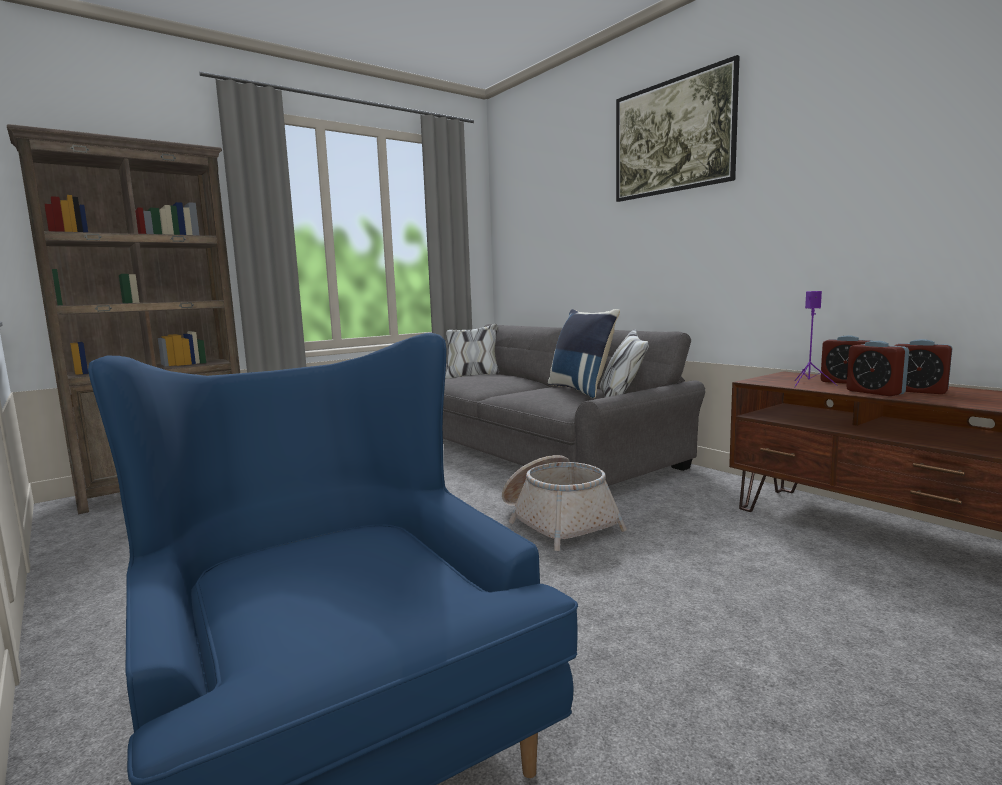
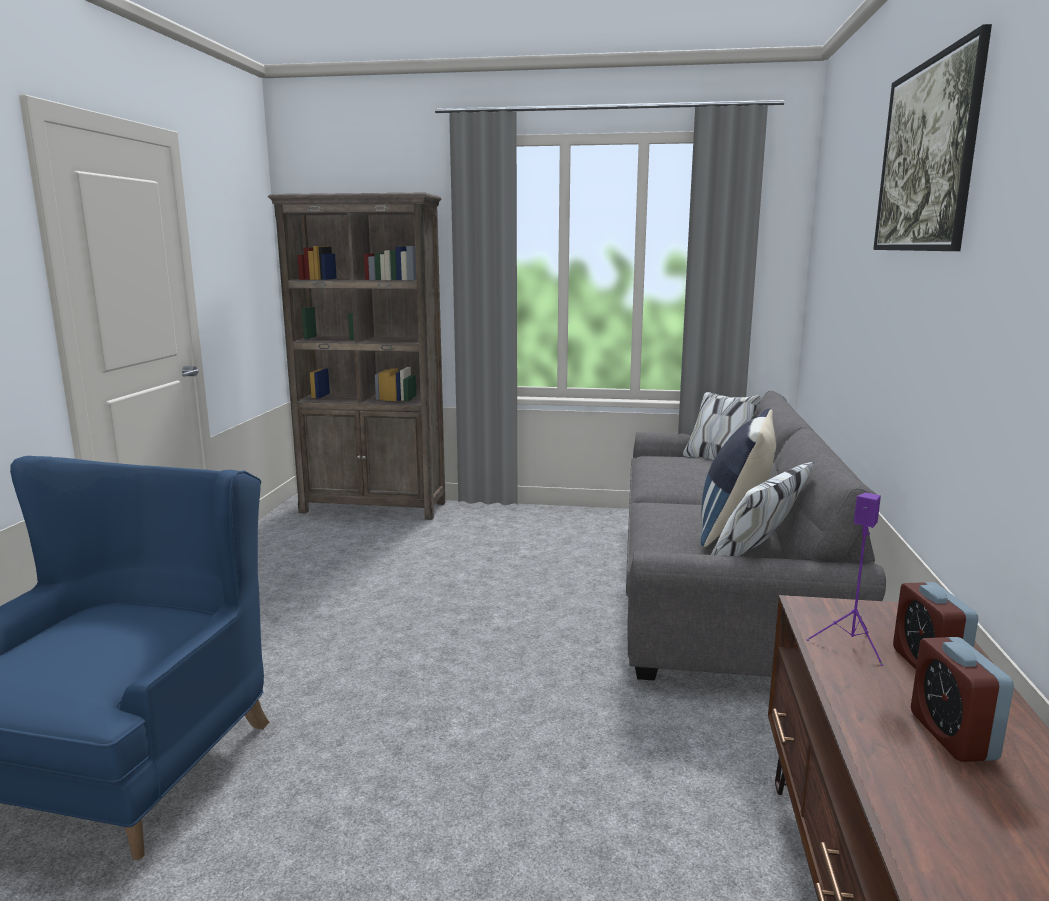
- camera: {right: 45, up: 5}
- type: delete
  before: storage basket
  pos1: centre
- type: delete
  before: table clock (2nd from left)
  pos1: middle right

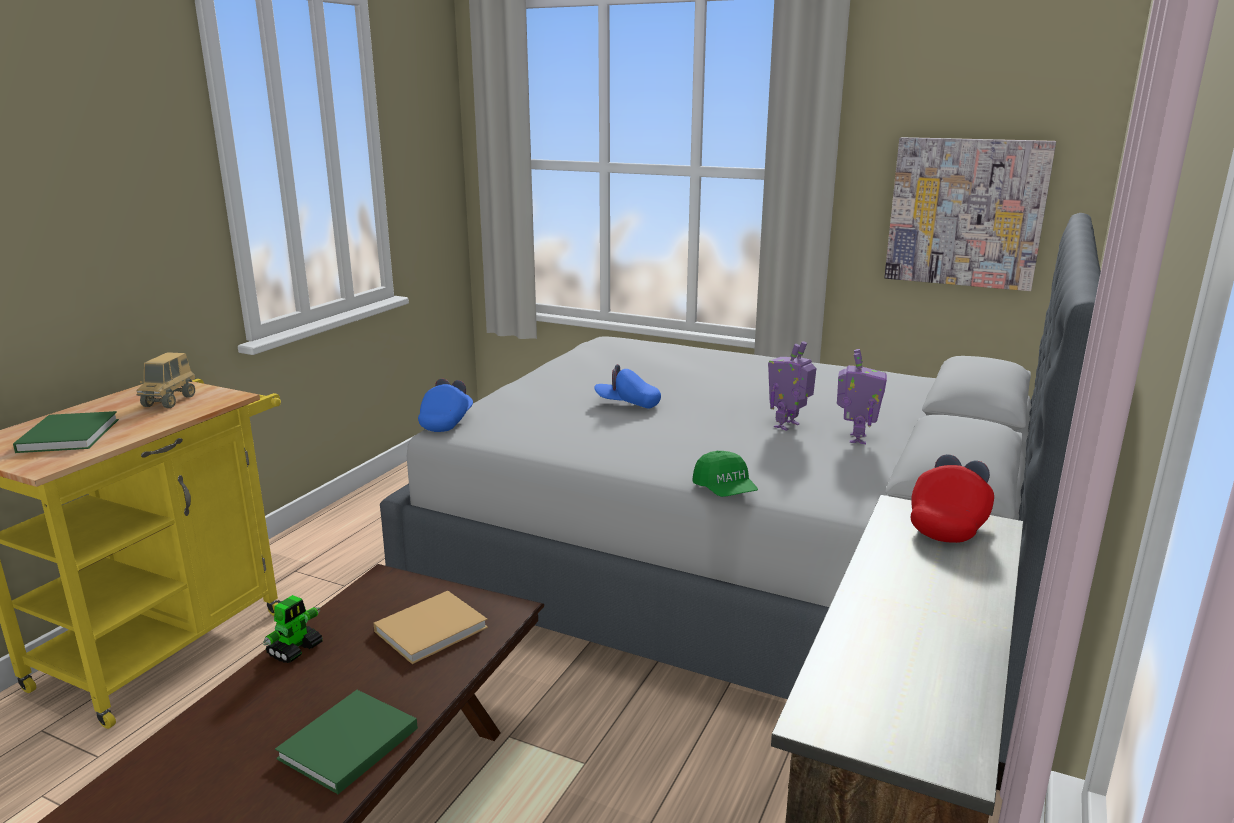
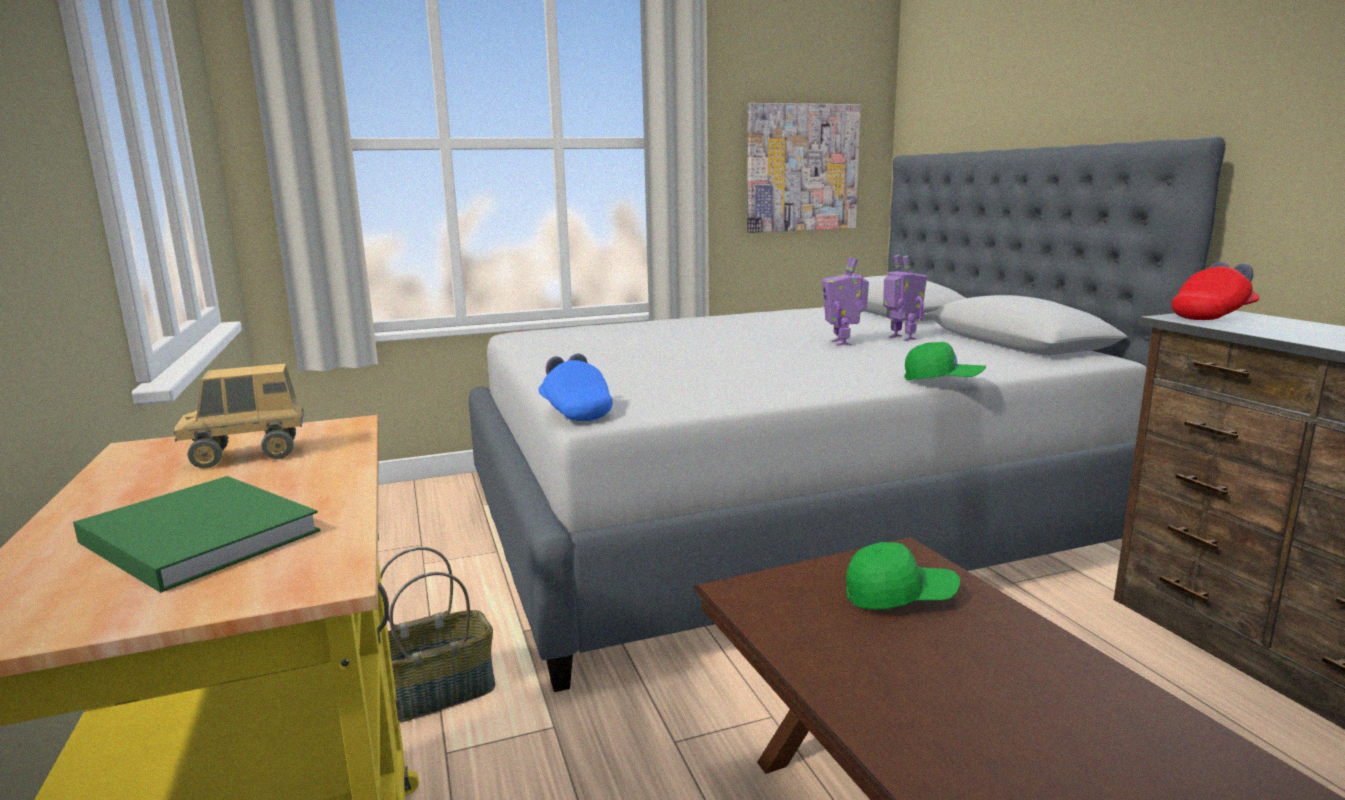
- camera: {right: -45, up: -5}
- type: rotate
  before: model truck
  pos1: middle left
  pos2: middle left
  turn: 105
- type: delete
  before: model robot (1st from left)
  pos1: bottom left
- type: delete
  before: volume (greenish) (2nd from left)
  pos1: bottom left
- type: replace
  before: volume (beige-coloured)
  after: peaked cap (greenish) (1st from left)
  pos1: bottom centre
  pos2: bottom right
- type: delete
  before: peaked cap (blue) (2nd from left)
  pos1: centre
- type: rotate
  before: peaked cap (red-coloured)
  pos1: middle right
  pos2: middle right
  turn: 75
- type: insert
  after: storage basket
  pos2: bottom left

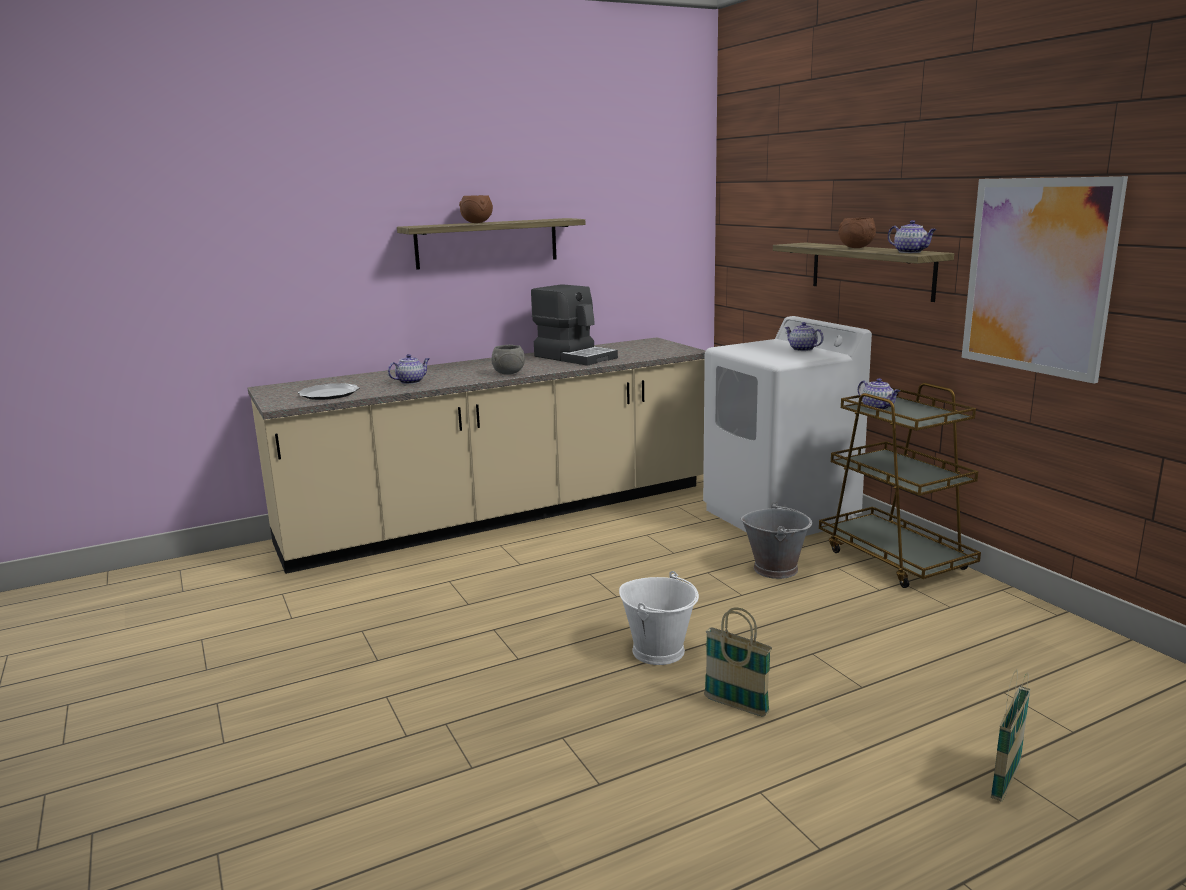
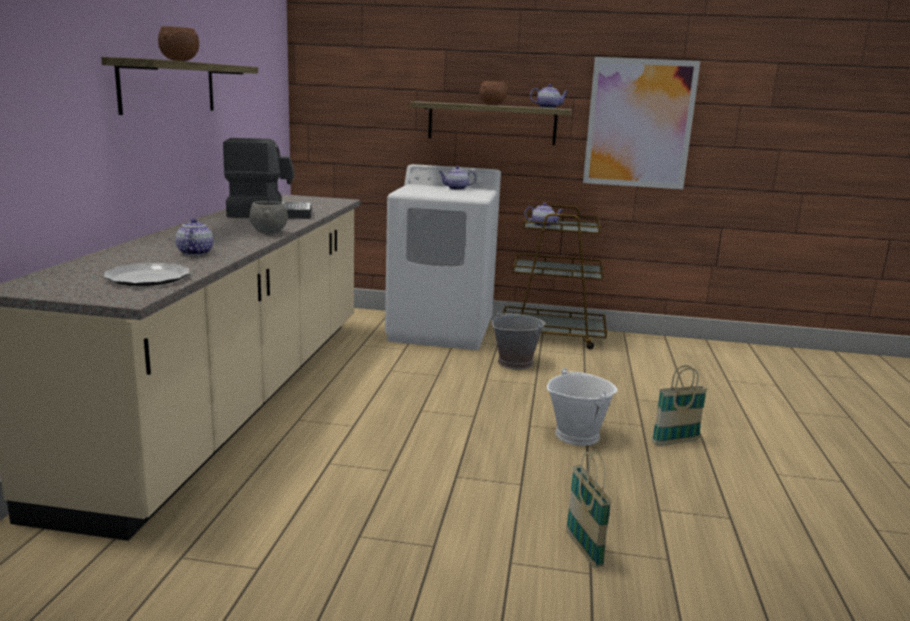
- camera: {right: -55, up: 0}
- type: move
  before: storage basket (2nd from left in the first image)
  after: storage basket (1st from left)
  pos1: bottom right
  pos2: bottom centre

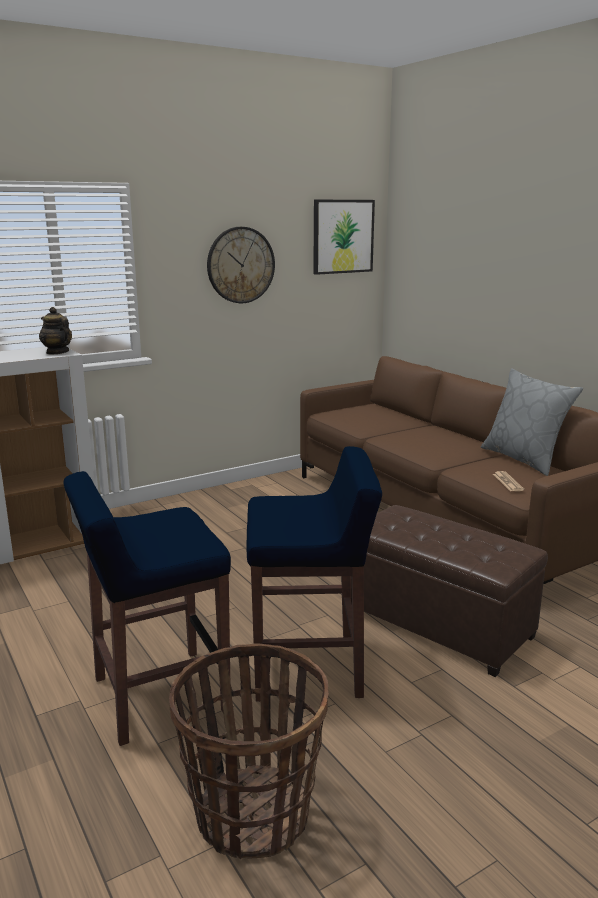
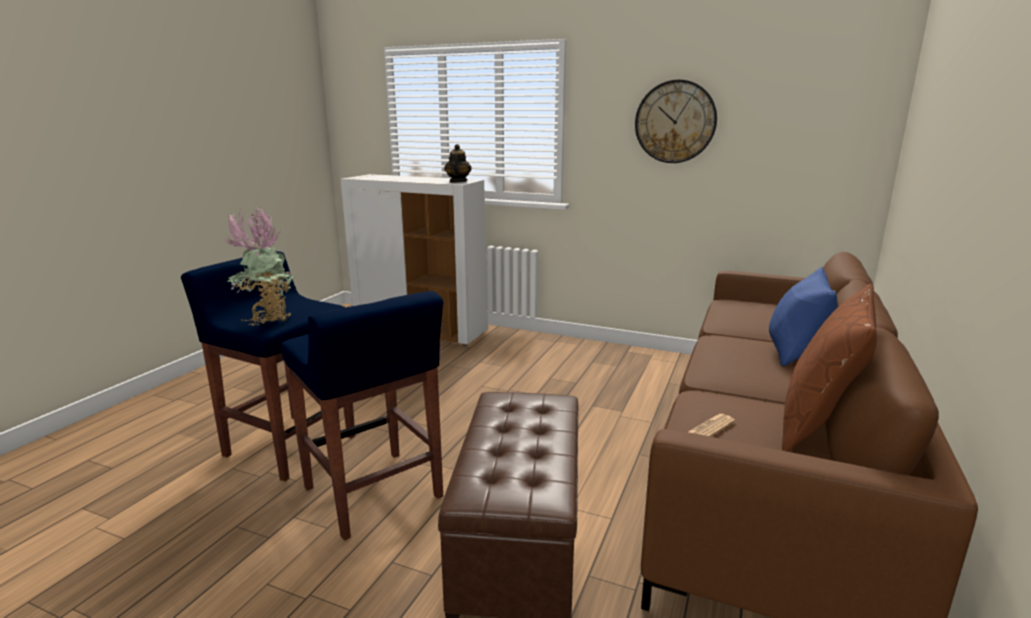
- camera: {right: 55, up: 0}
- type: delete
  before: storage basket
  pos1: bottom centre
- type: delete
  before: wall picture
  pos1: top centre
- type: recolor
  before: cushion (grey)
  after: cushion (brownish)
  pos1: middle right
  pos2: middle right
- type: insert
  after: plant in a pot
  pos2: middle left
- type: insert
  after: cushion (blue)
  pos2: middle right

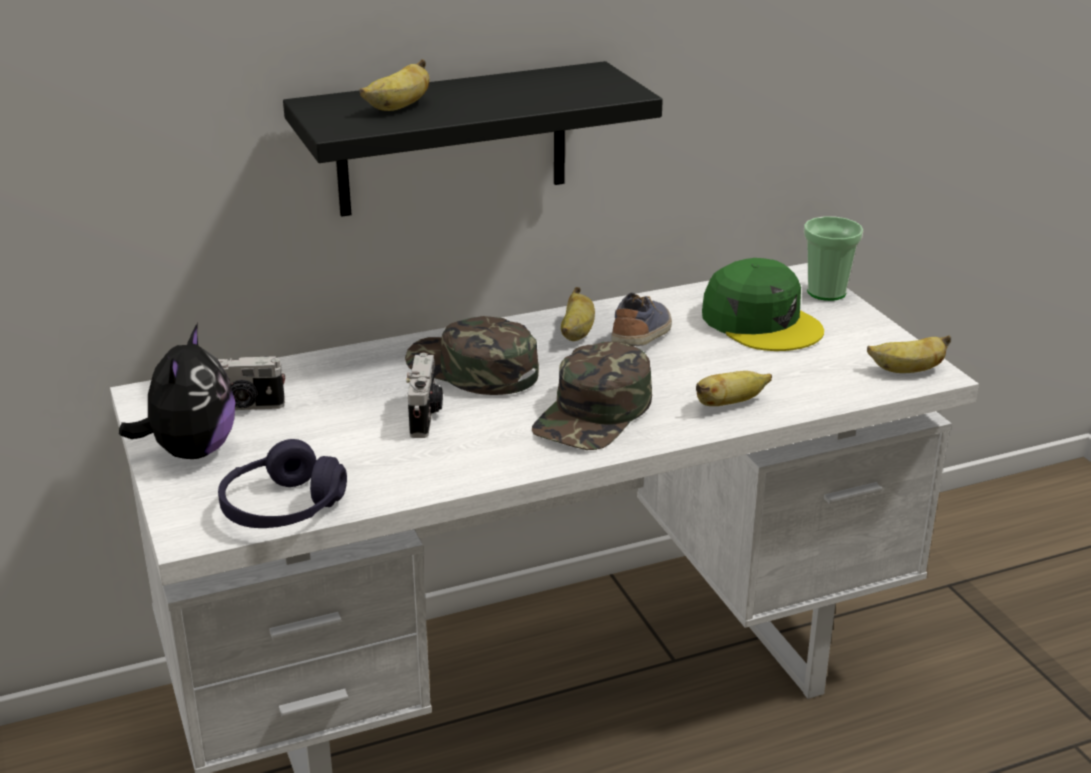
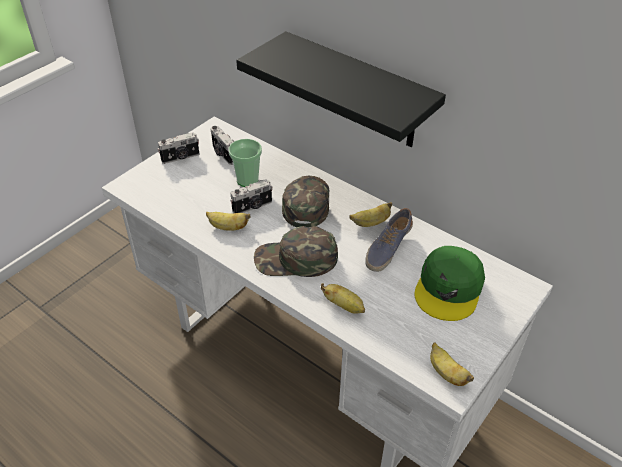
- camera: {right: 60, up: 15}
- type: replace
  before: cuddly toy
  after: photo camera (1st from left)
  pos1: middle left
  pos2: top left
- type: delete
  before: pair of headphones (purple)
  pos1: middle left
- type: move
  before: banana (1st from left)
  pos1: top centre
  pos2: centre
- type: rotate
  before: shoe
  pos1: centre
  pos2: centre
  turn: 135
- type: move
  before: drinking cup
  pos1: middle right
  pos2: centre

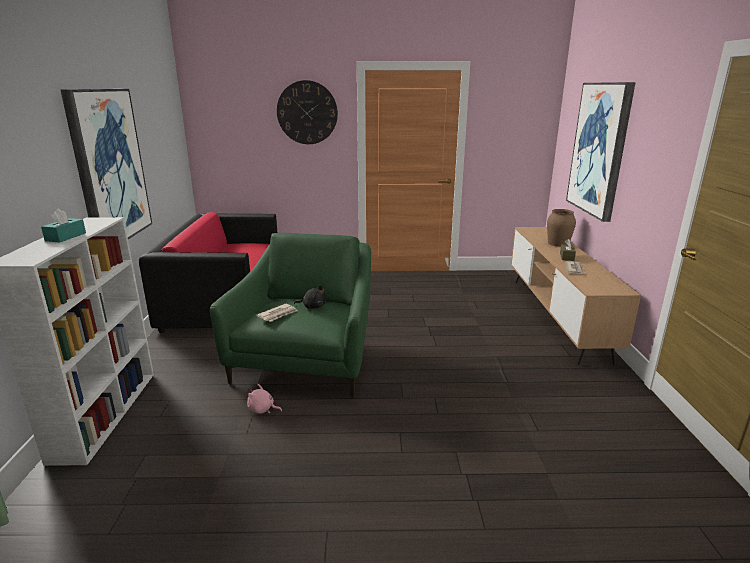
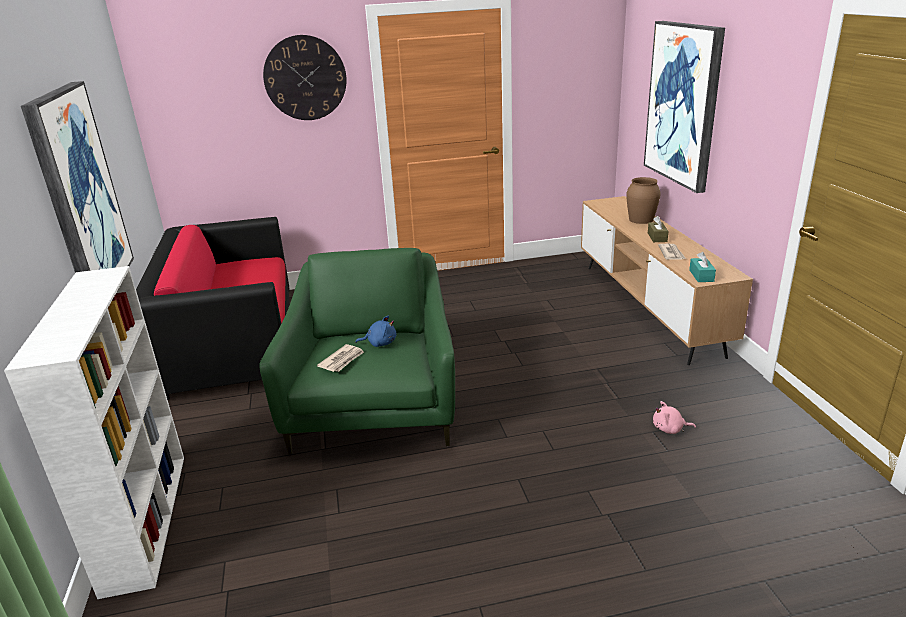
- camera: {right: -10, up: 5}
- type: move
  before: tissue holder (blue-green)
  pos1: middle left
  pos2: middle right
- type: move
  before: cuddly toy (pinkish)
  pos1: bottom centre
  pos2: bottom right
- type: recolor
  before: cuddly toy (black)
  after: cuddly toy (blue)
  pos1: centre
  pos2: centre

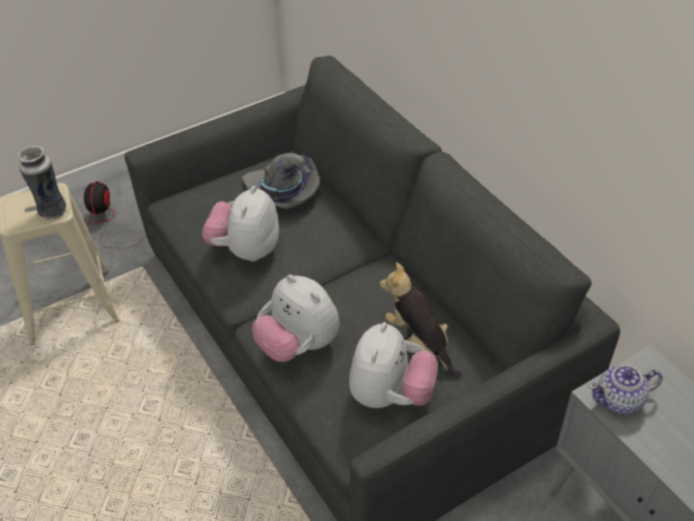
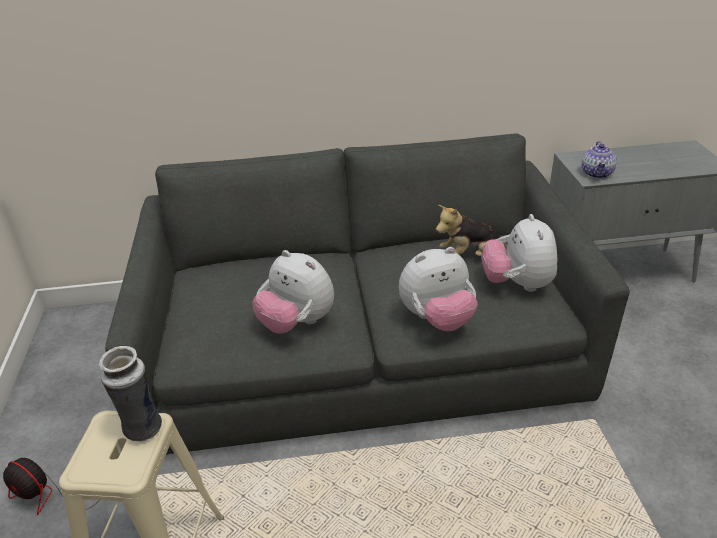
- camera: {right: -65, up: -10}
- type: delete
  before: hat (grey)
  pos1: centre
- type: rotate
  before: cuddly toy (3rd from left in the first image)
  pos1: bottom centre
  pos2: middle right
  turn: -135

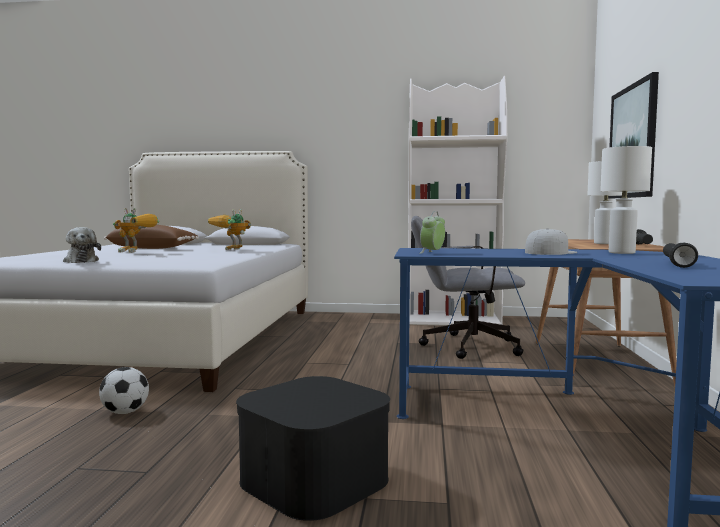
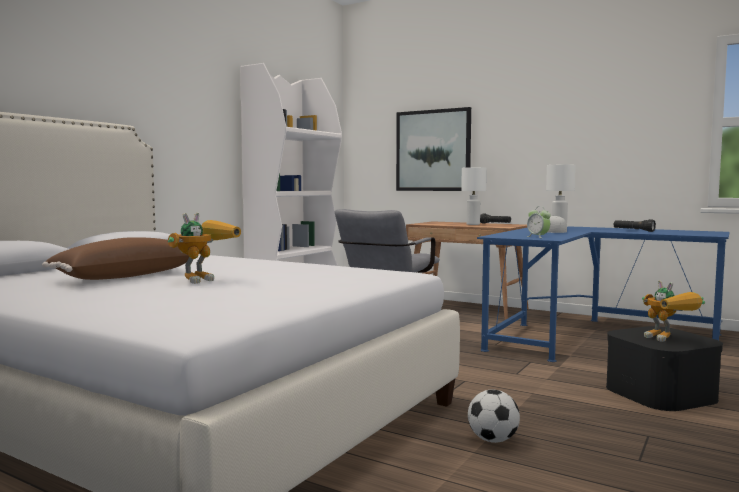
- camera: {right: -65, up: 0}
- type: delete
  before: cuddly toy
  pos1: middle left
- type: move
  before: model robot (2nd from left)
  pos1: middle left
  pos2: middle right

